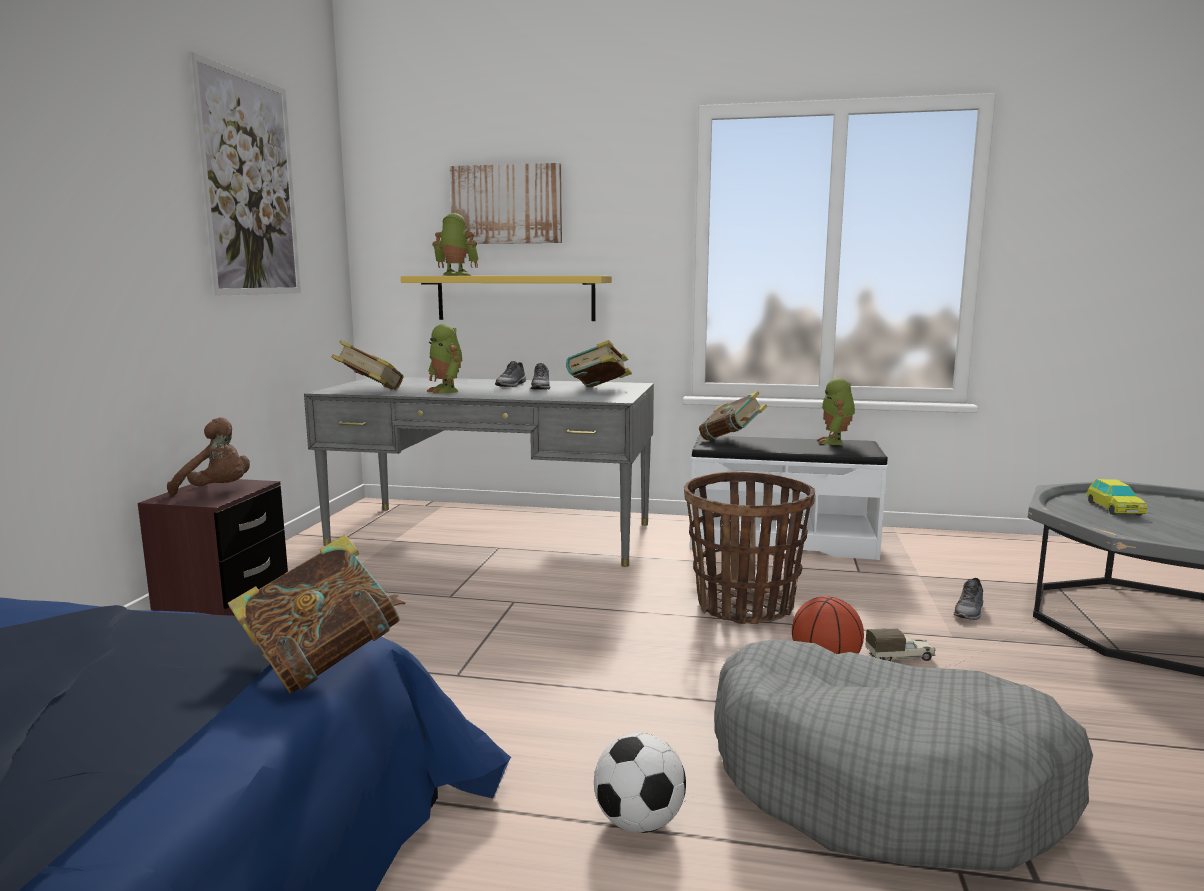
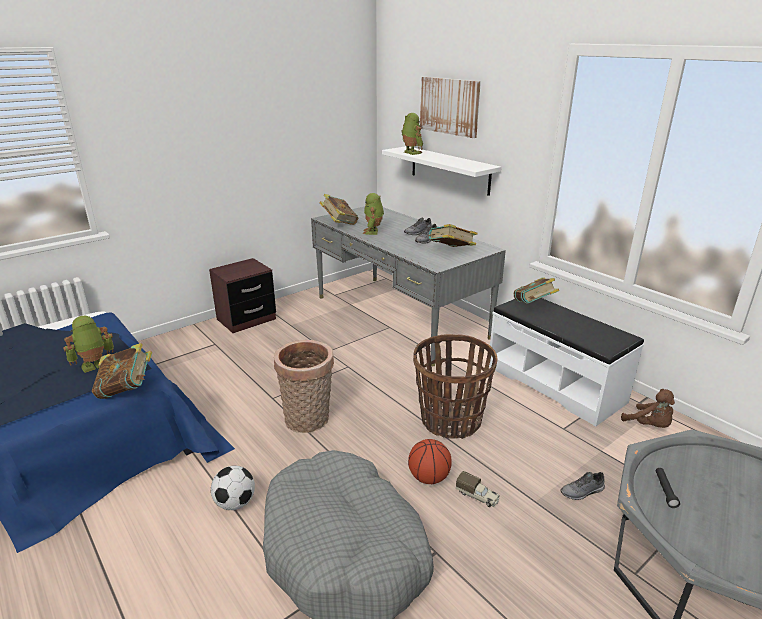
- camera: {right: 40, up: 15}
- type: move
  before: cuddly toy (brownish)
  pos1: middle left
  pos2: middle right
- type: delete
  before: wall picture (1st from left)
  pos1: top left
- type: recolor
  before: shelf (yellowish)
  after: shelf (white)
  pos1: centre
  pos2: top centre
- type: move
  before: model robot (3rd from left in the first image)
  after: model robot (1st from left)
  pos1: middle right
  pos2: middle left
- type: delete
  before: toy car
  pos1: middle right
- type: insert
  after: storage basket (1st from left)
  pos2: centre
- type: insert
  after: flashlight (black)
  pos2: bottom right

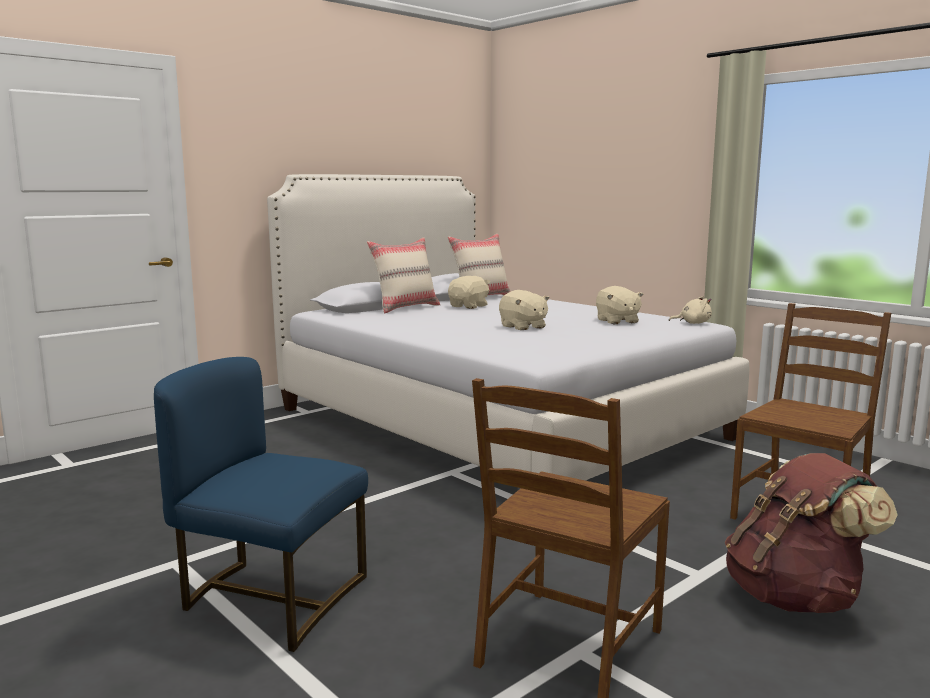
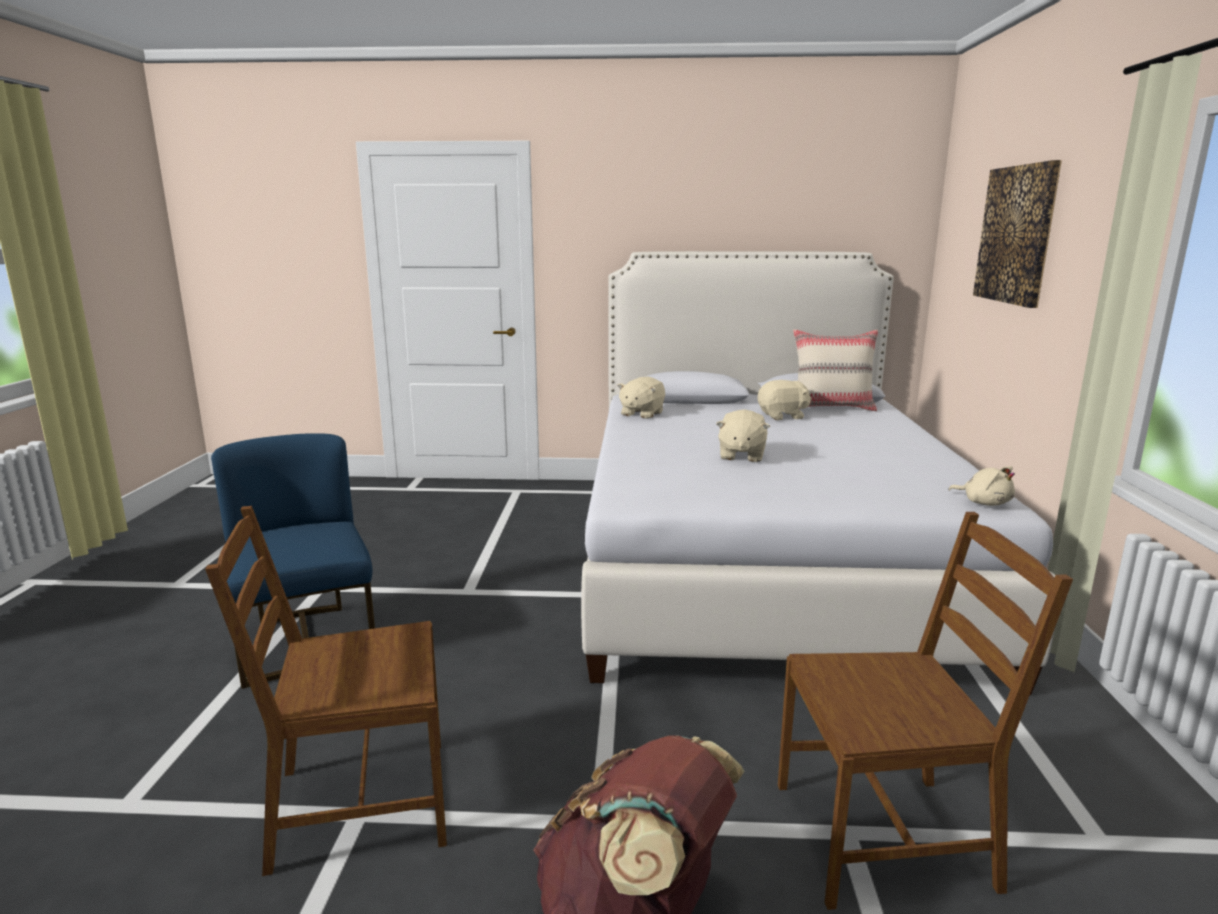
- camera: {right: 45, up: 5}
- type: delete
  before: cushion (beige-coloured) (1st from left)
  pos1: centre
- type: move
  before: cuddly toy (beige-coloured) (3rd from left in the first image)
  after: cuddly toy (beige-coloured) (1st from left)
  pos1: middle right
  pos2: centre
- type: insert
  after: wall picture
  pos2: top right

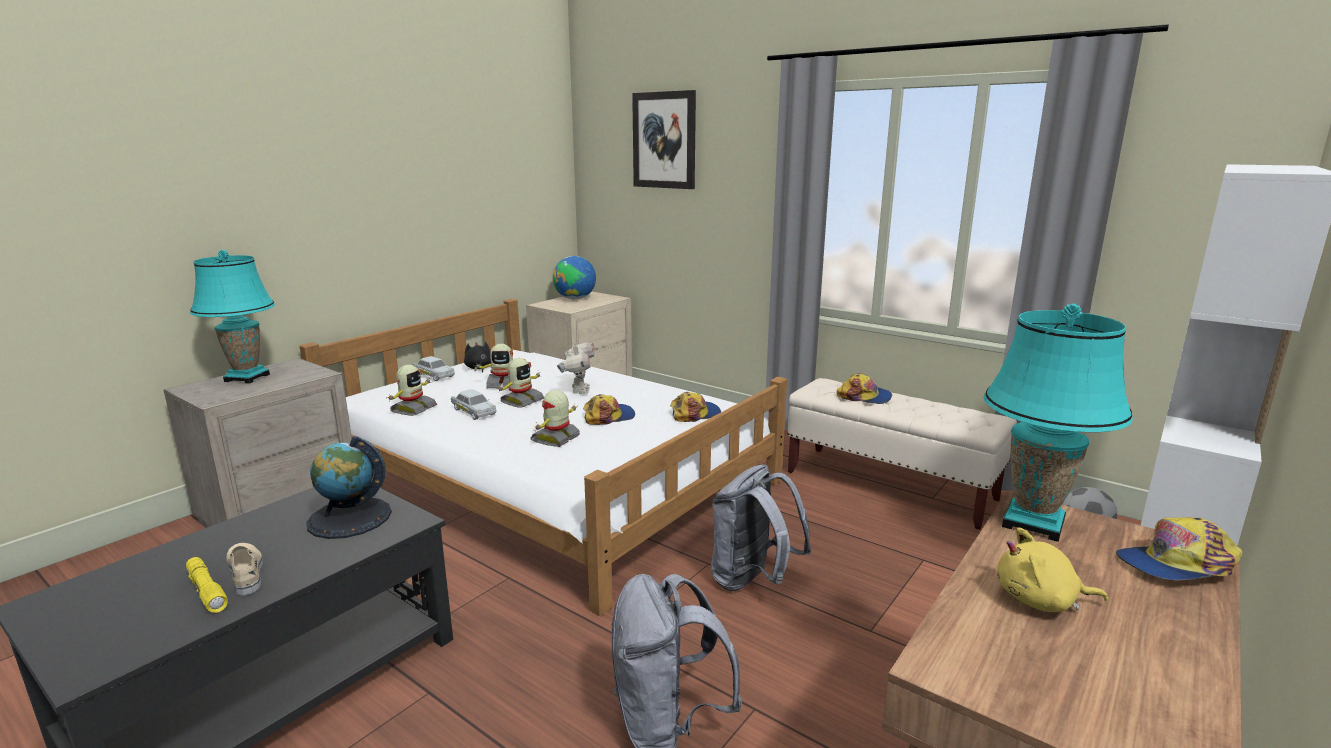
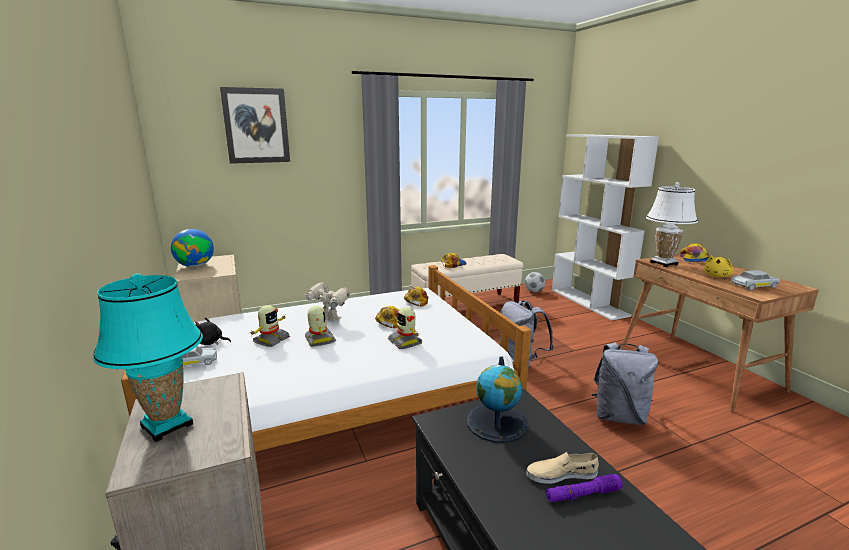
- camera: {right: -60, up: 0}
- type: recolor
  before: flashlight (yellowish)
  after: flashlight (purple)
  pos1: bottom left
  pos2: bottom right
- type: delete
  before: model robot (1st from left)
  pos1: middle left
- type: move
  before: toy car (white) (2nd from left)
  pos1: centre
  pos2: middle right
- type: recolor
  before: table lamp (blue-green) (2nd from left)
  after: table lamp (white)
  pos1: middle right
  pos2: middle right

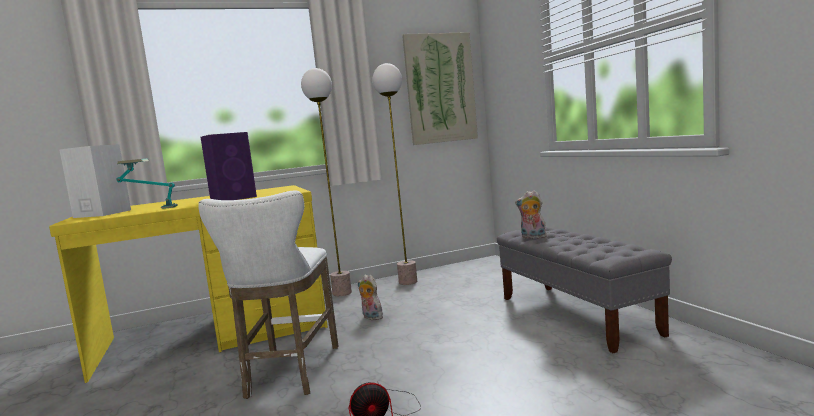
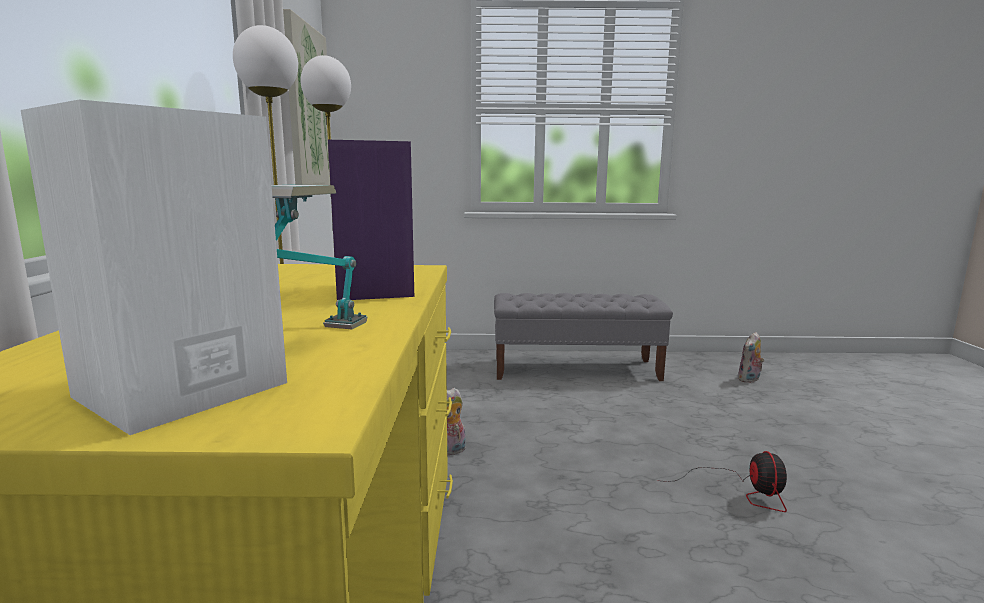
- camera: {right: -70, up: 5}
- type: delete
  before: sitting stool (white)
  pos1: bottom left
- type: move
  before: cuddly toy (2nd from left)
  pos1: centre
  pos2: middle right

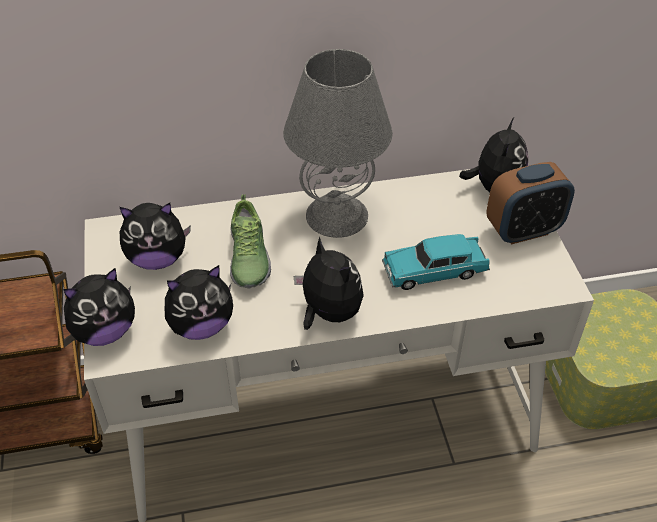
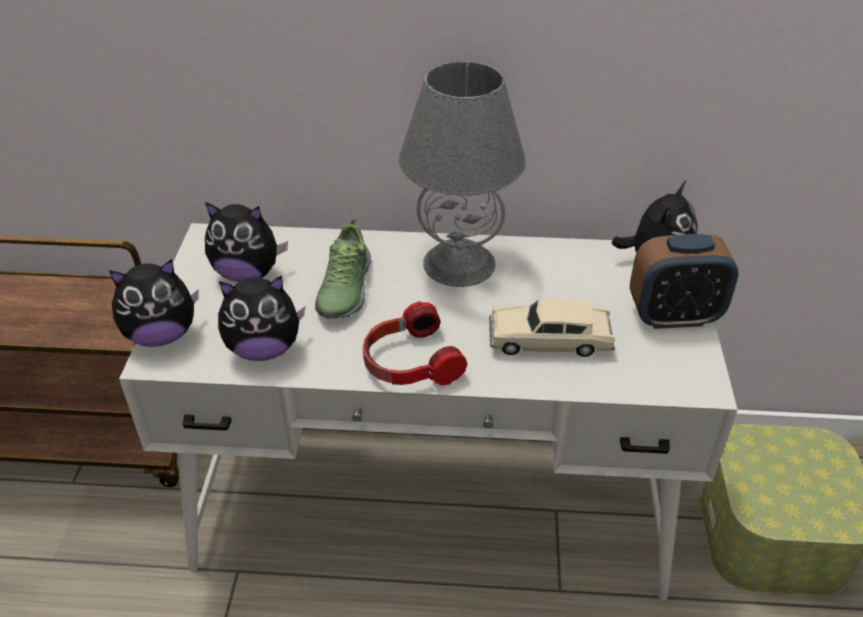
- camera: {right: 15, up: -5}
- type: replace
  before: cuddly toy (4th from left)
  after: pair of headphones
  pos1: centre
  pos2: centre
- type: recolor
  before: toy car (blue-green)
  after: toy car (beige-coloured)
  pos1: centre
  pos2: centre

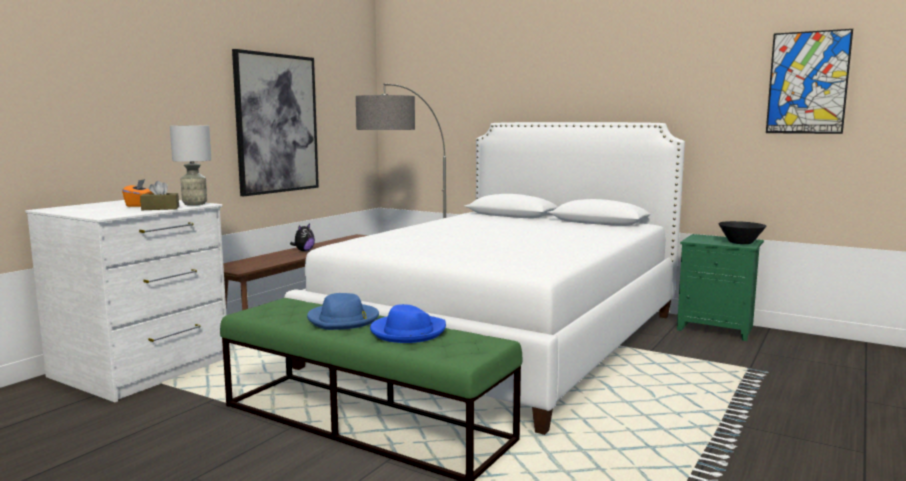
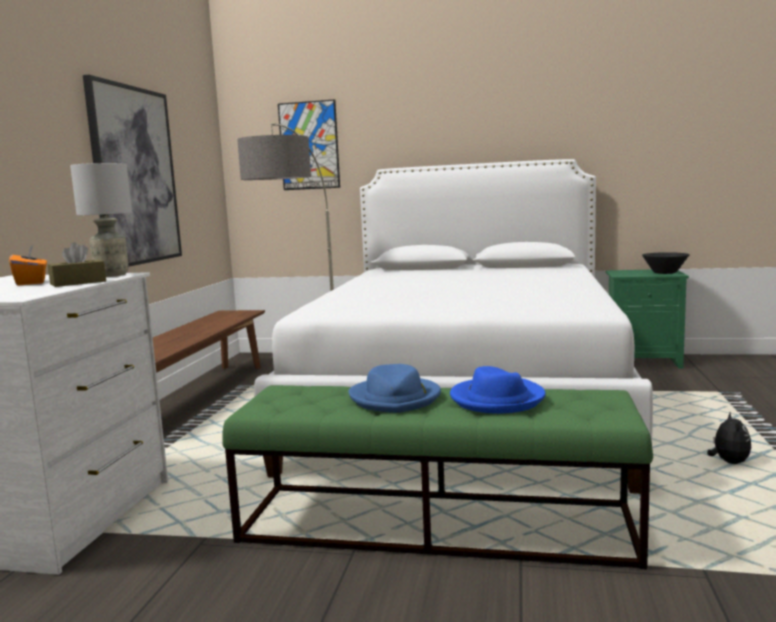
- camera: {right: -20, up: 0}
- type: move
  before: cuddly toy
  pos1: centre
  pos2: bottom right
- type: move
  before: wall picture (2nd from left)
  pos1: top right
  pos2: top centre

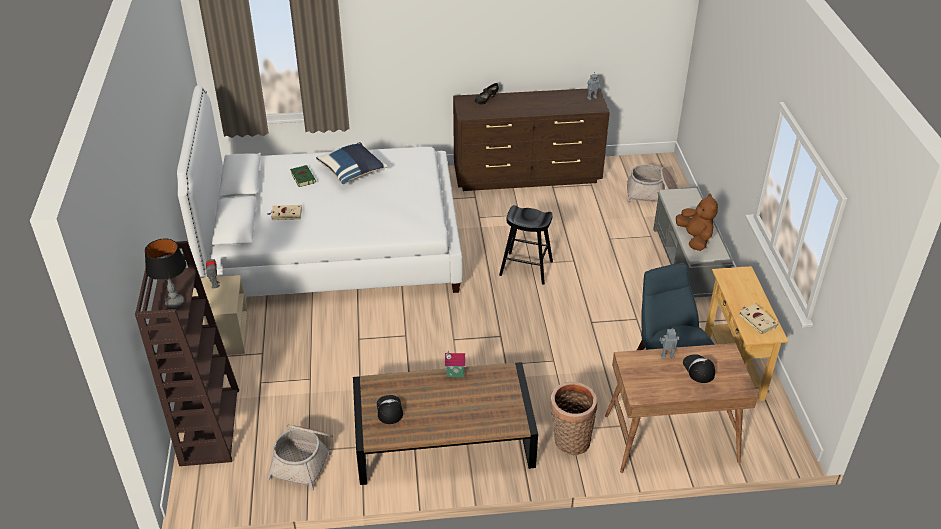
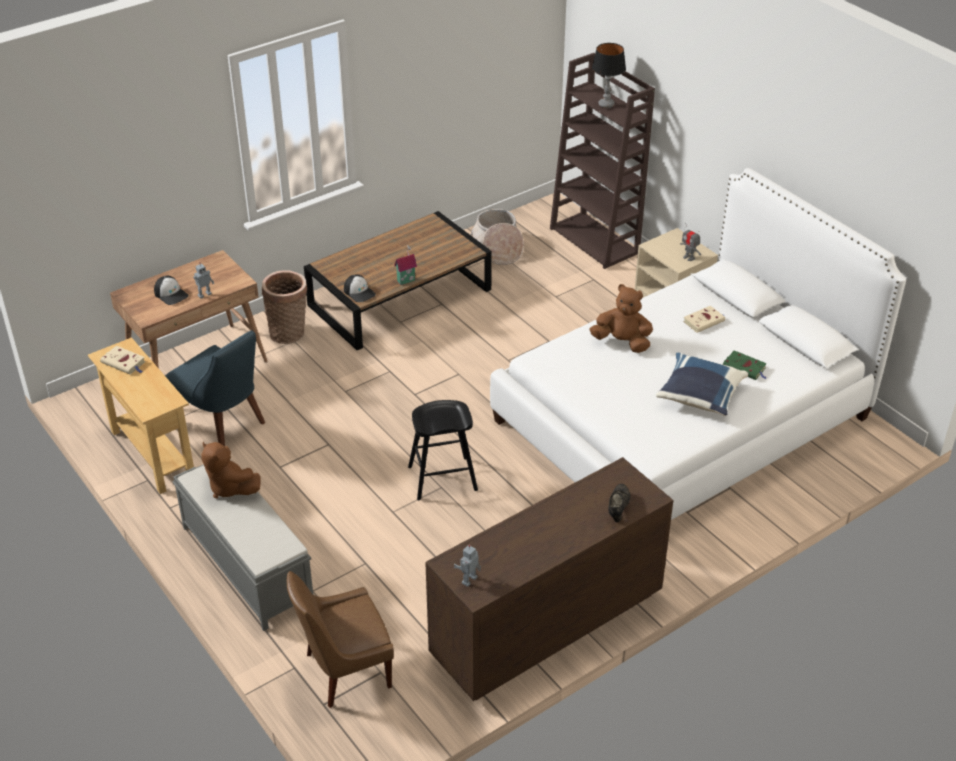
- camera: {right: 150, up: 0}
- type: move
  before: peaked cap (1st from left in the first image)
  after: peaked cap (2nd from left)
  pos1: bottom centre
  pos2: centre
- type: replace
  before: storage basket (3rd from left)
  after: chair (brownish)
  pos1: middle right
  pos2: bottom centre
- type: insert
  after: cuddly toy (brownish) (2nd from left)
  pos2: centre

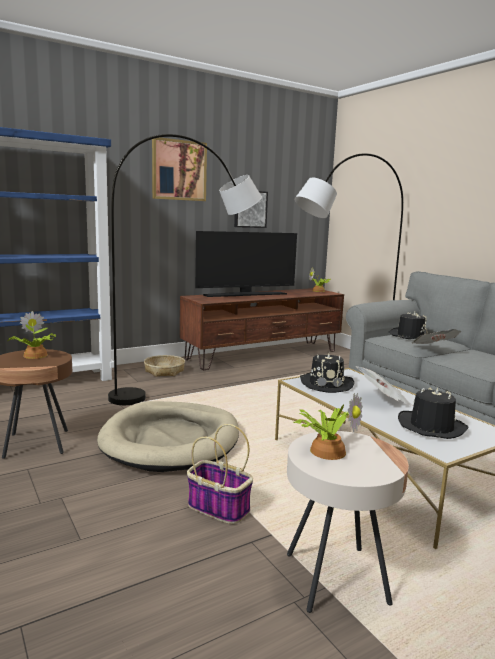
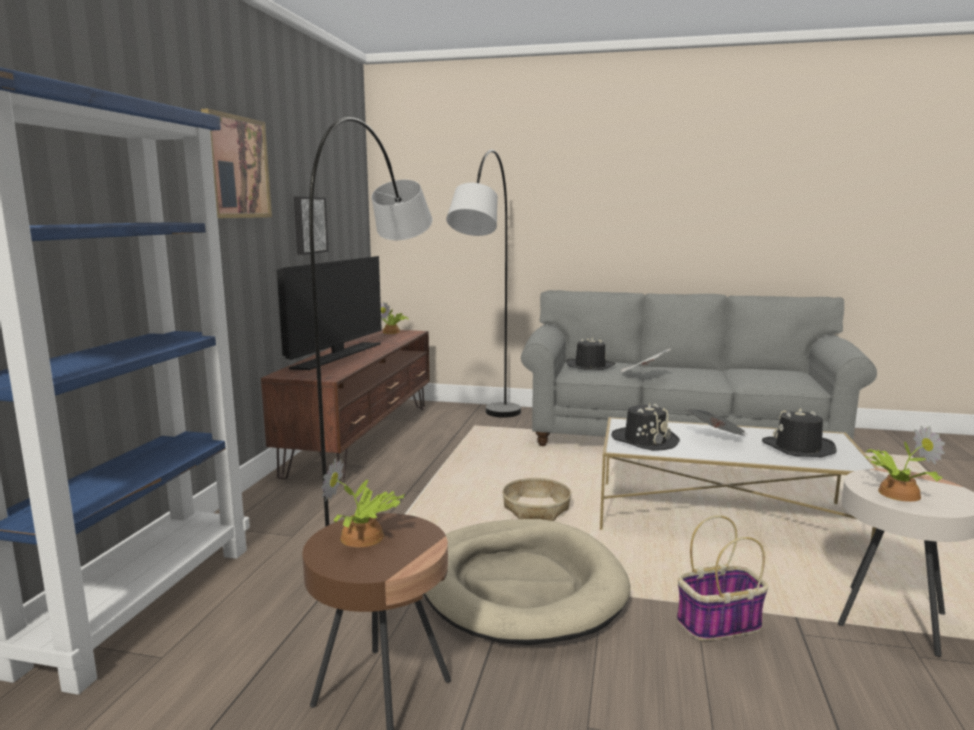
- camera: {right: -45, up: 0}
- type: move
  before: storage basket (1st from left)
  pos1: middle left
  pos2: bottom centre

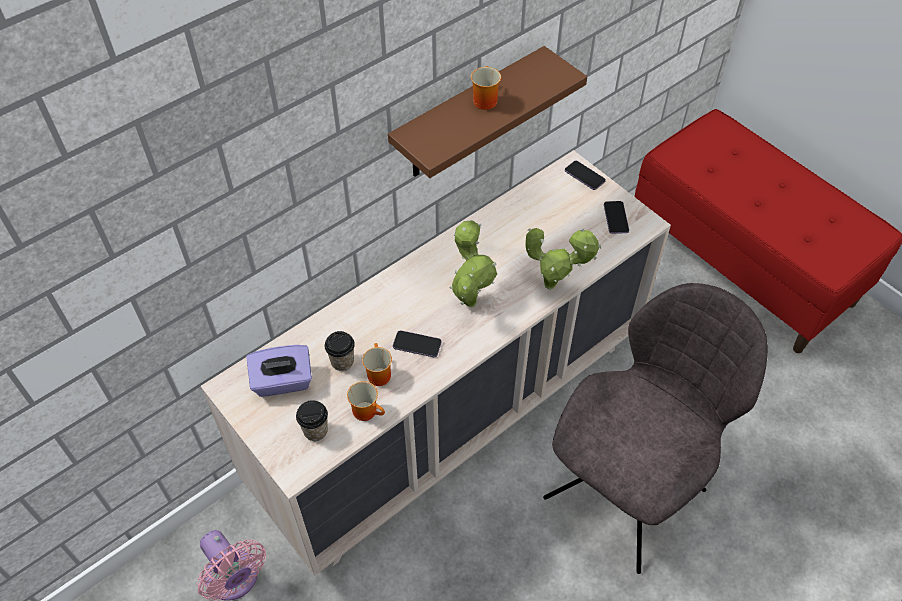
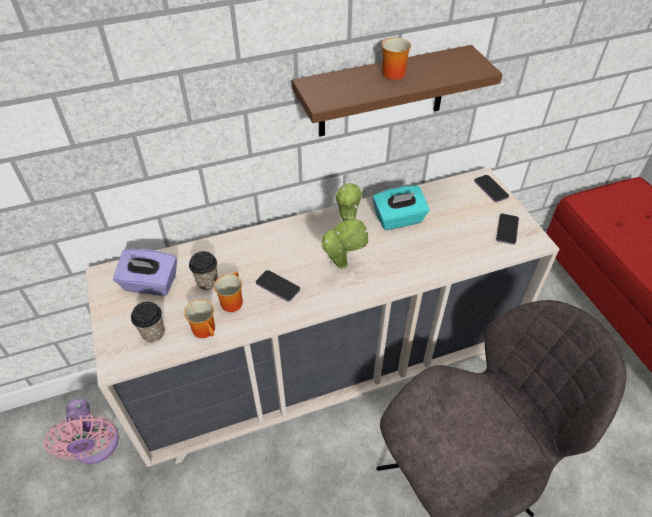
- camera: {right: 20, up: -5}
- type: delete
  before: plant in a pot (2nd from left)
  pos1: centre
- type: insert
  after: tissue holder (blue-green)
  pos2: centre

